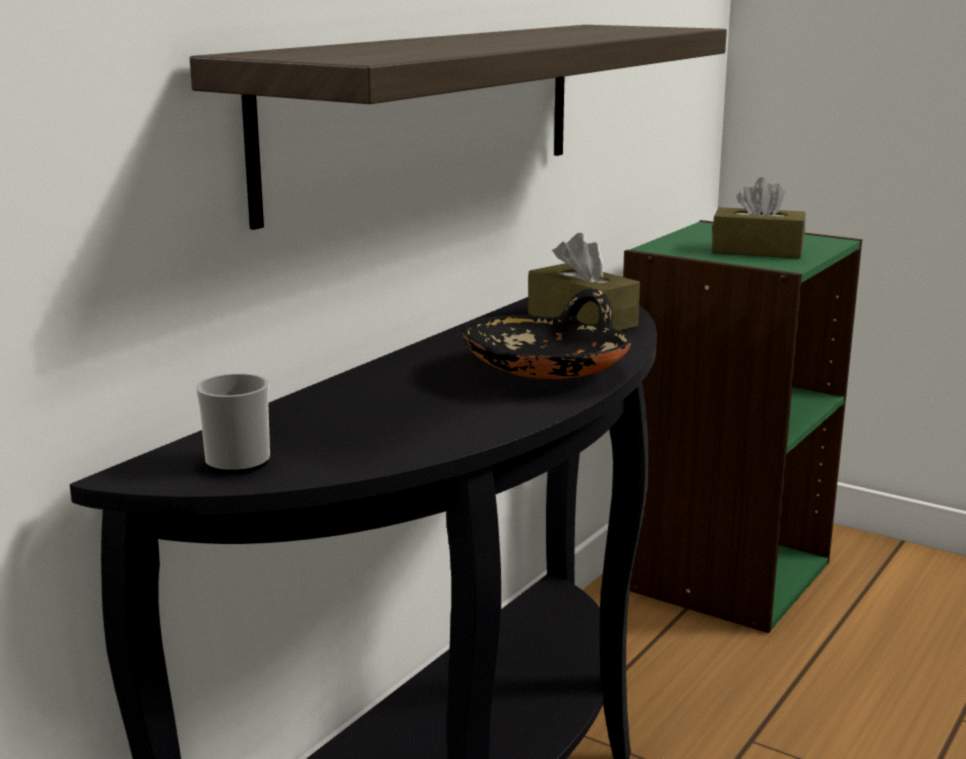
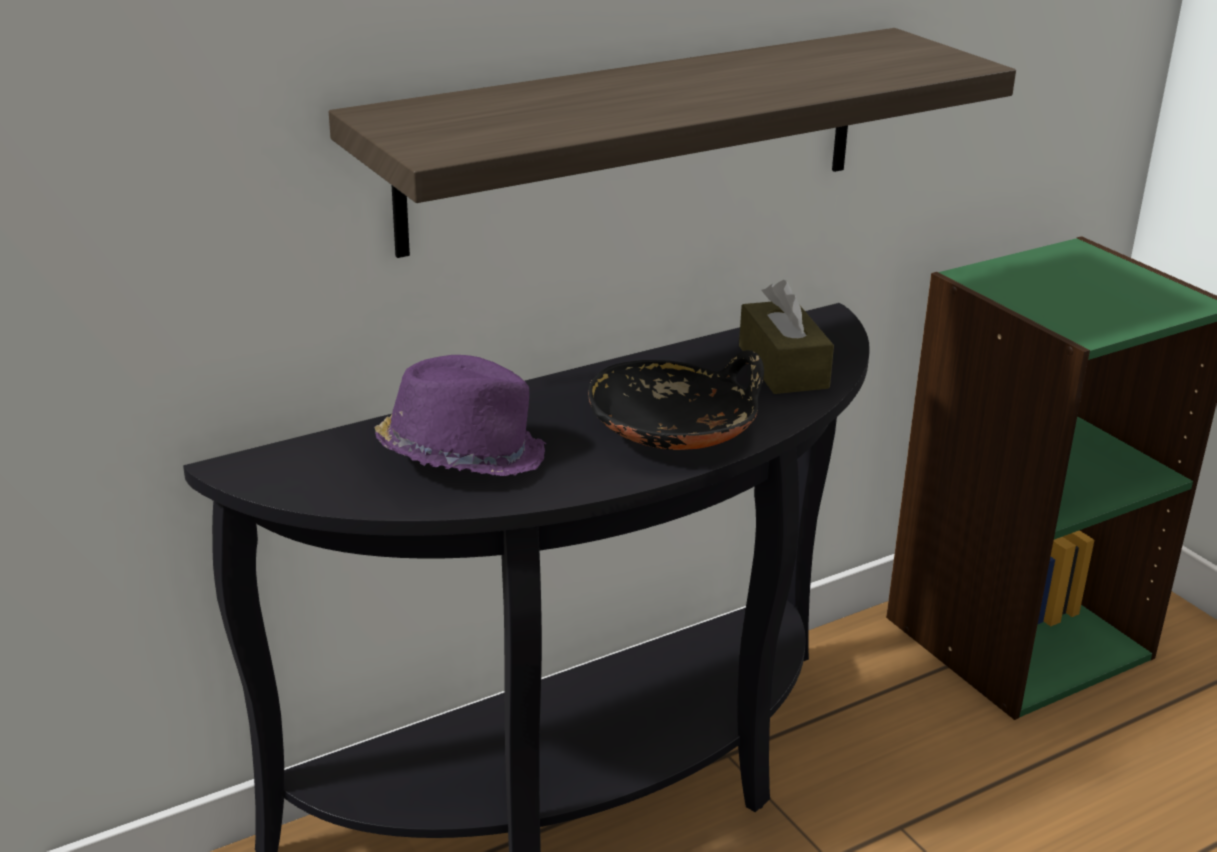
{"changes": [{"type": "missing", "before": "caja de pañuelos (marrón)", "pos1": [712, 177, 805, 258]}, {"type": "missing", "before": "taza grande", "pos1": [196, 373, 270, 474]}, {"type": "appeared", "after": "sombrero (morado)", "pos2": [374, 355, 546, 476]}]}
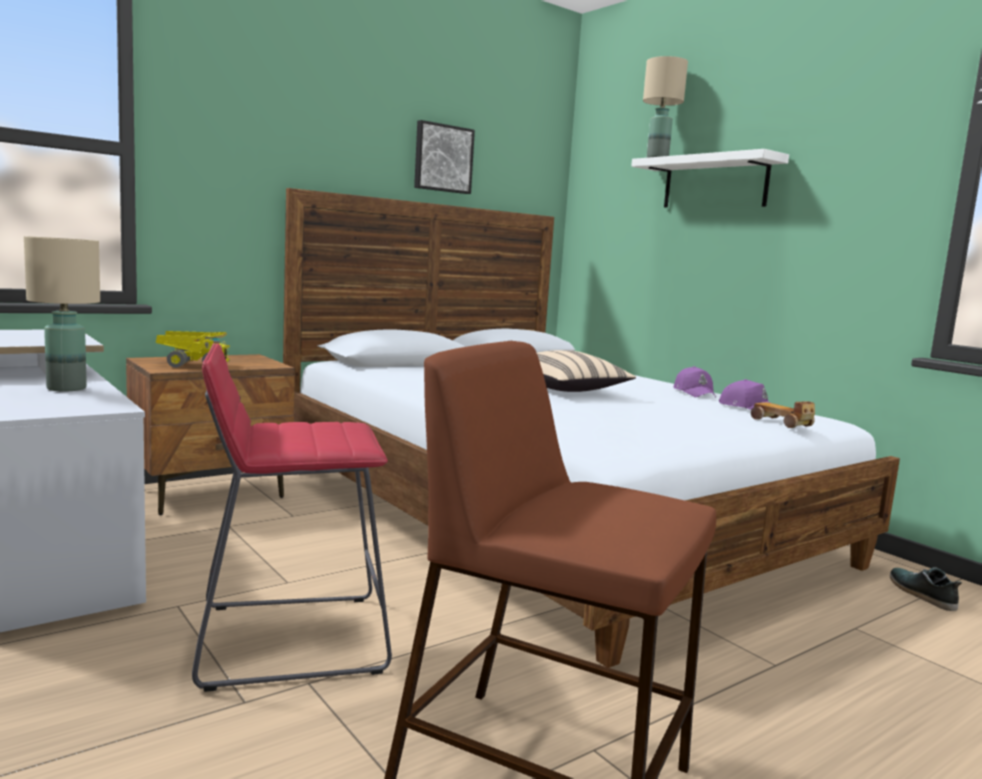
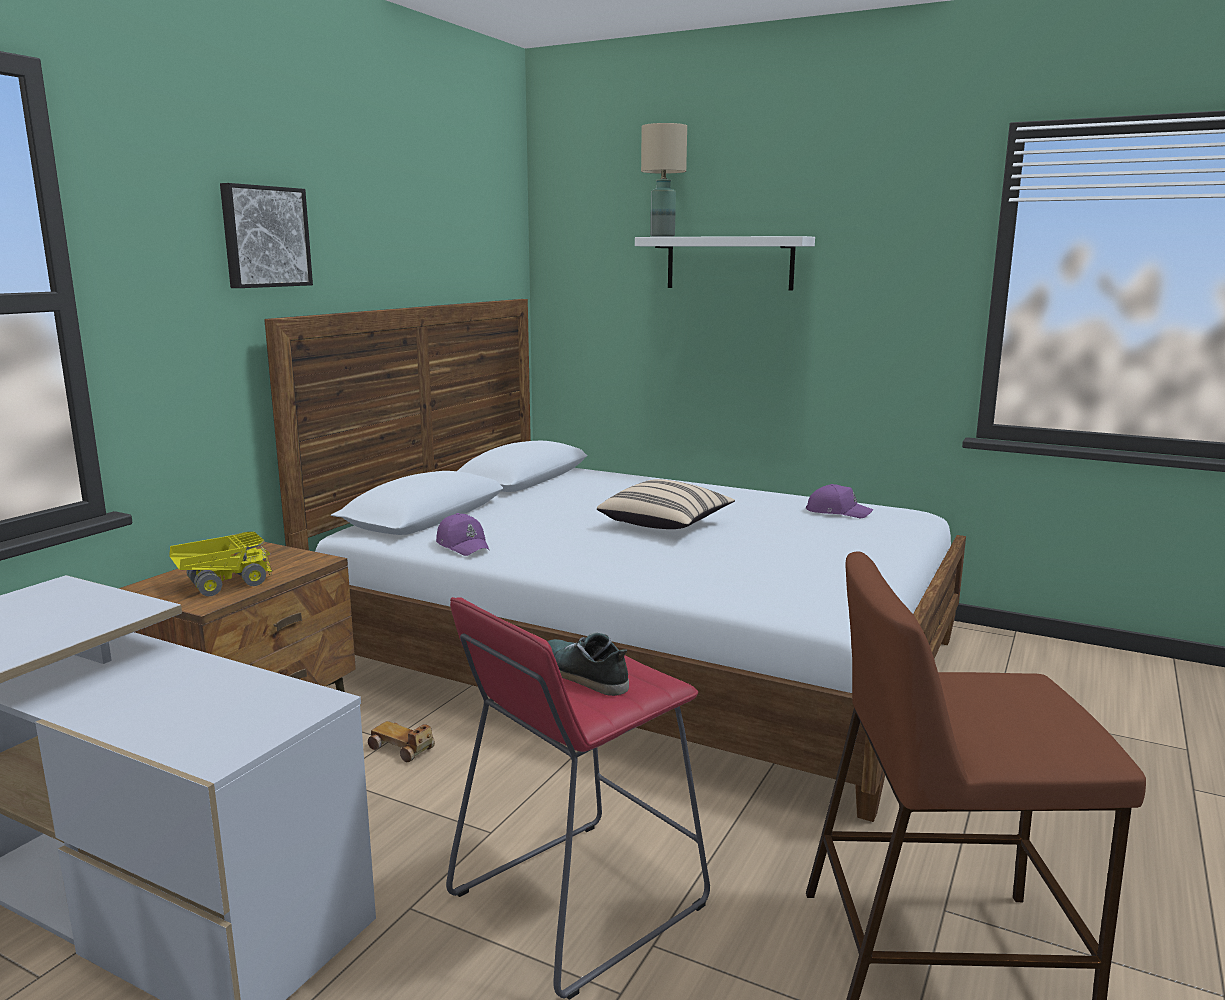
{"changes": [{"type": "relocated", "before": "cuadro", "pos1": [414, 120, 475, 194], "pos2": [220, 183, 313, 288]}, {"type": "missing", "before": "lámpara de mesa (beis)", "pos1": [24, 236, 100, 392]}, {"type": "relocated", "before": "gorra (morado)", "pos1": [673, 366, 716, 398], "pos2": [436, 513, 490, 556]}, {"type": "relocated", "before": "coche de juguete", "pos1": [751, 401, 815, 428], "pos2": [368, 721, 435, 762]}, {"type": "relocated", "before": "zapato", "pos1": [889, 567, 962, 611], "pos2": [547, 632, 629, 696]}]}
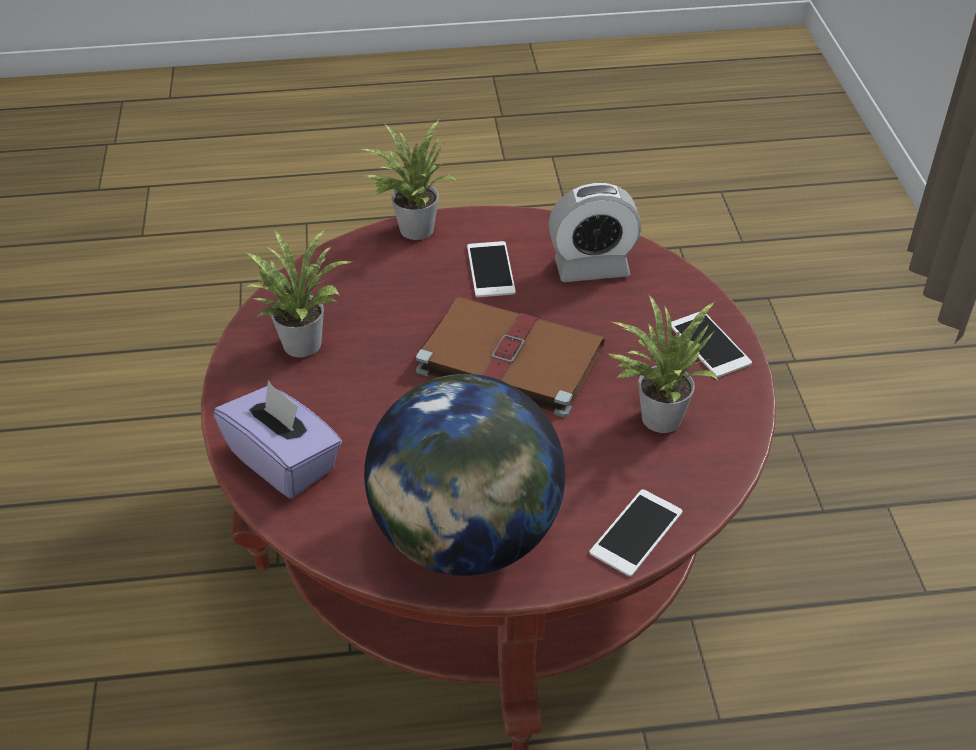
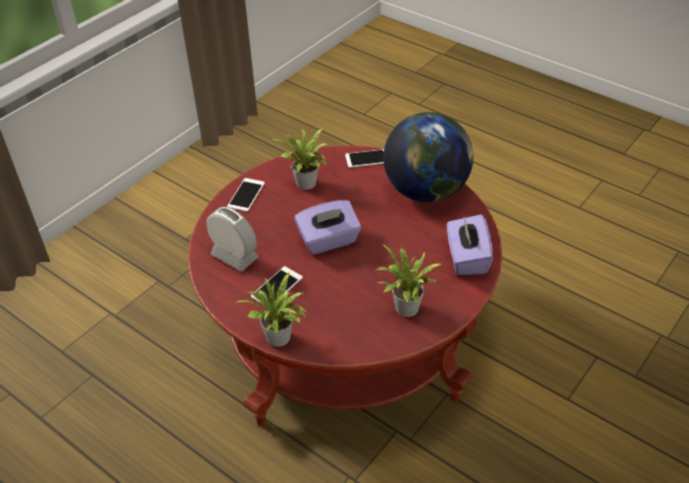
{"changes": [{"type": "exchanged", "before": "libro (marrón)", "after": "caja de pañuelos (morado)", "pos1": [411, 297, 605, 418], "pos2": [294, 200, 361, 255]}]}
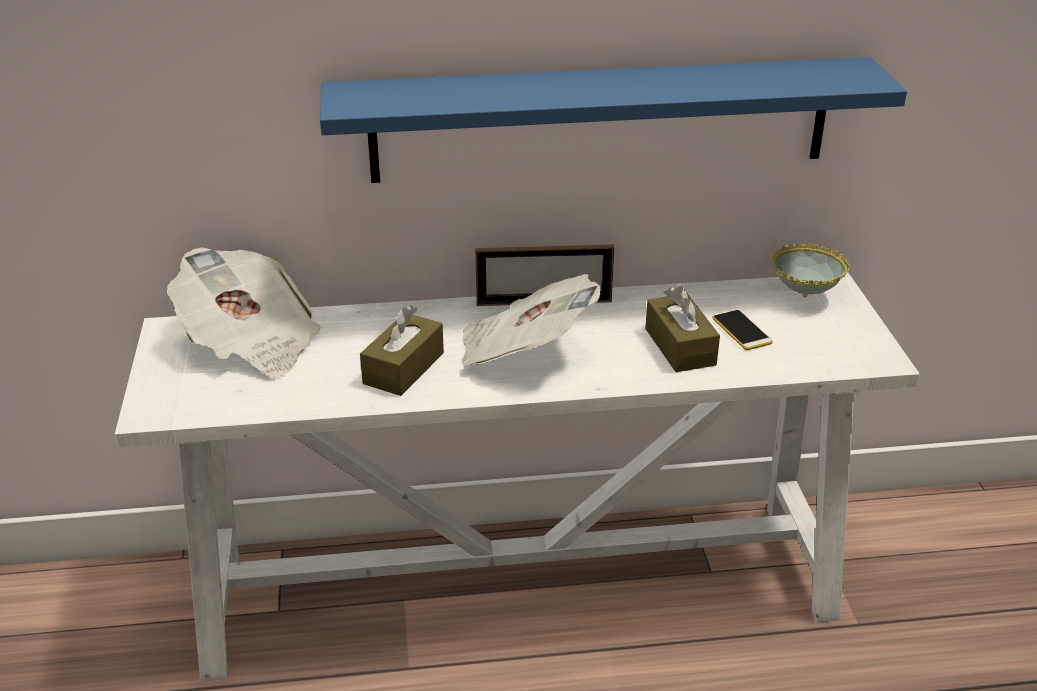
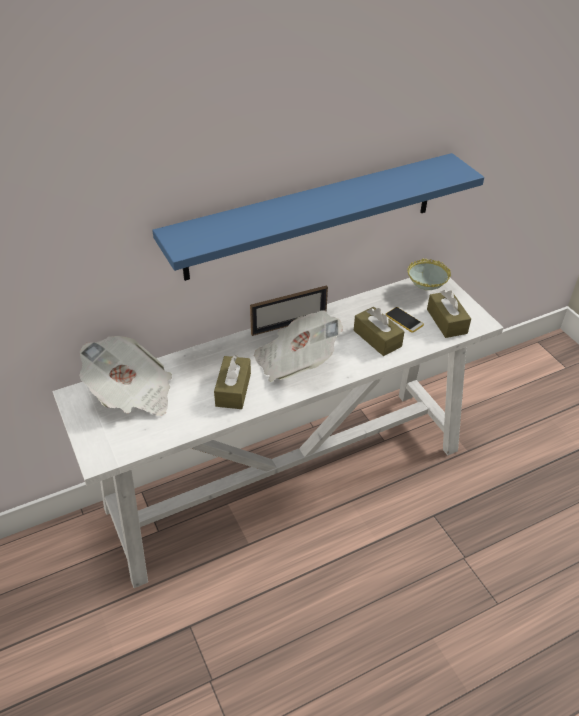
{"changes": [{"type": "appeared", "after": "caja de pañuelos (marrón)", "pos2": [427, 290, 471, 338]}]}
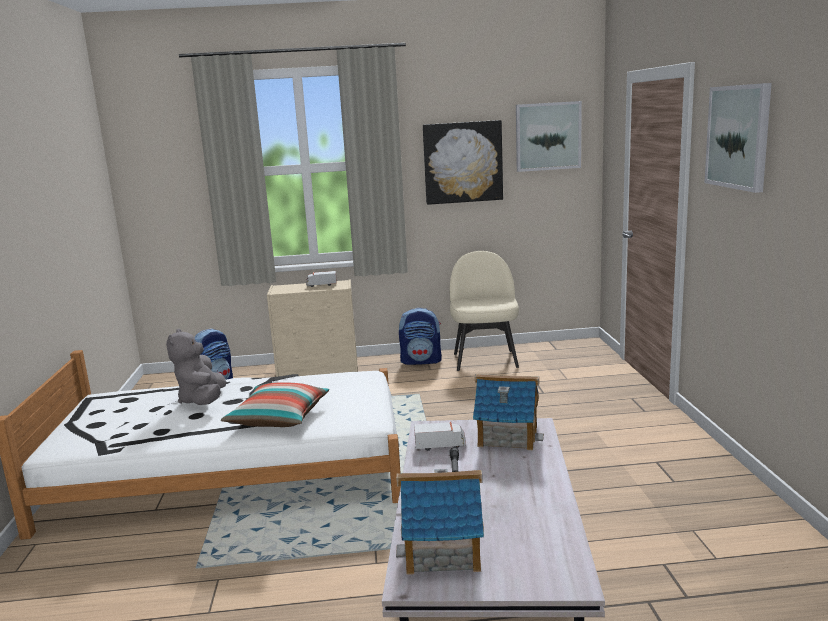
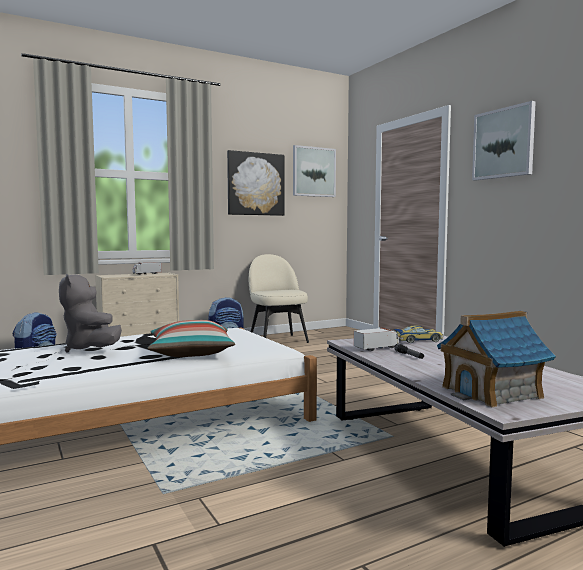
{"changes": [{"type": "exchanged", "before": "casita", "after": "coche de juguete", "pos1": [473, 374, 544, 450], "pos2": [394, 325, 444, 343]}]}
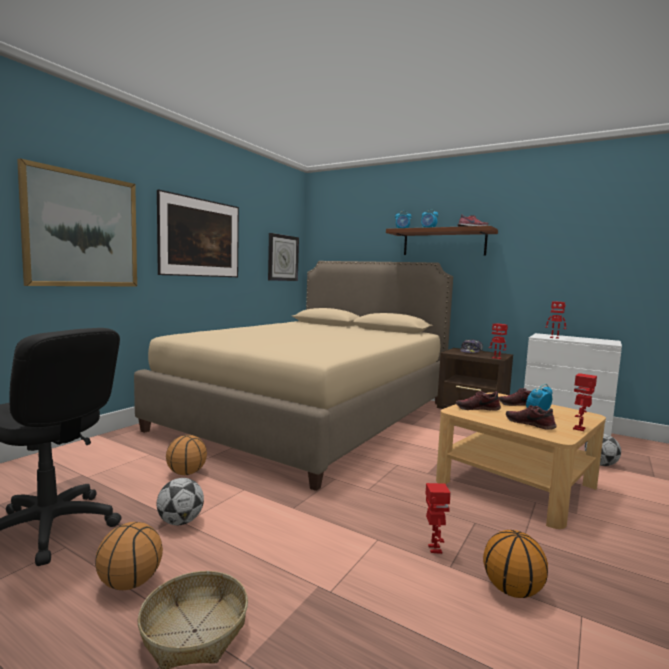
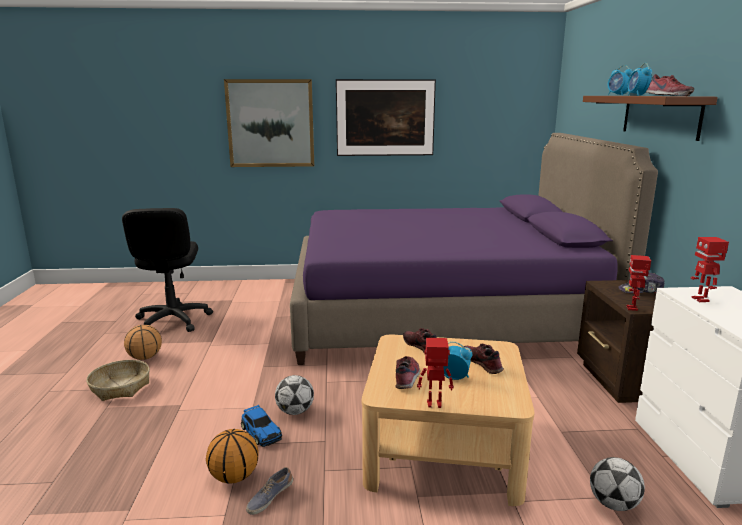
{"changes": [{"type": "missing", "before": "reloj de pared", "pos1": [268, 233, 299, 281]}, {"type": "colour", "before": "cama (beis)", "after": "cama (morado)", "pos1": [134, 261, 453, 491], "pos2": [290, 133, 658, 365]}, {"type": "missing", "before": "balón de baloncesto", "pos1": [166, 435, 207, 475]}, {"type": "relocated", "before": "balón de fútbol", "pos1": [157, 478, 204, 525], "pos2": [275, 375, 314, 415]}, {"type": "exchanged", "before": "robot de juguete", "after": "coche de juguete", "pos1": [425, 483, 451, 554], "pos2": [241, 405, 282, 447]}, {"type": "appeared", "after": "zapato", "pos2": [246, 467, 293, 515]}]}
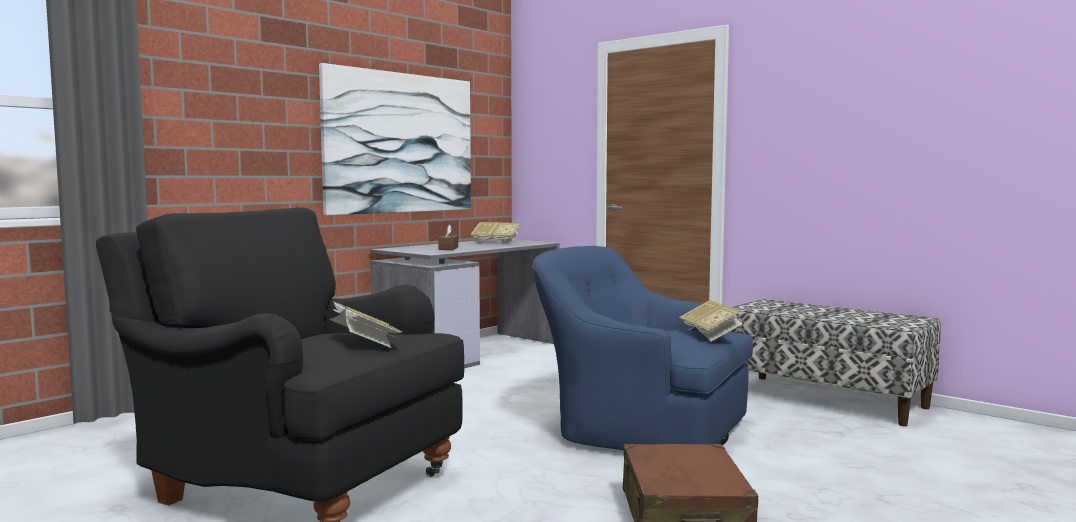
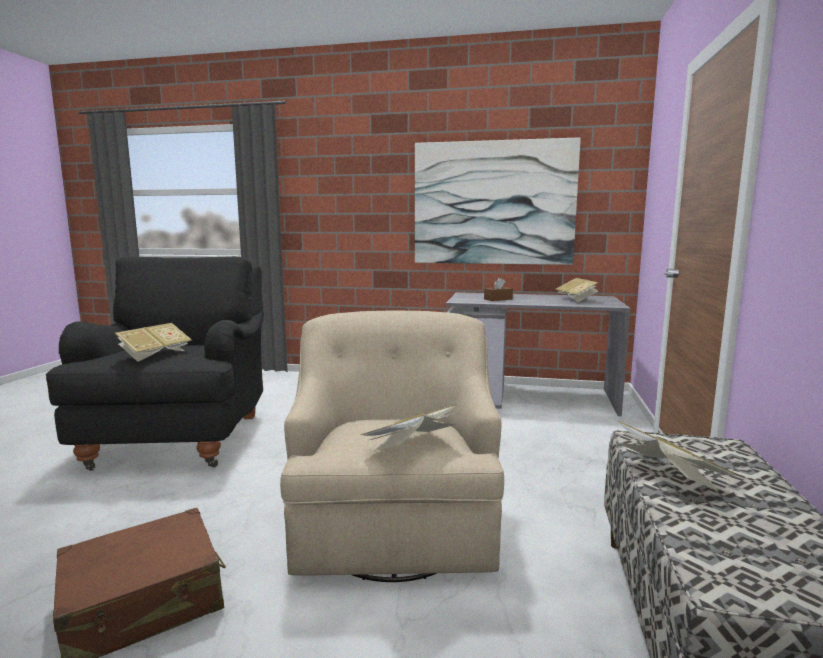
{"changes": [{"type": "colour", "before": "sillón (azul)", "after": "sillón (beis)", "pos1": [532, 246, 753, 450], "pos2": [280, 310, 504, 582]}, {"type": "appeared", "after": "libro", "pos2": [618, 421, 739, 492]}]}
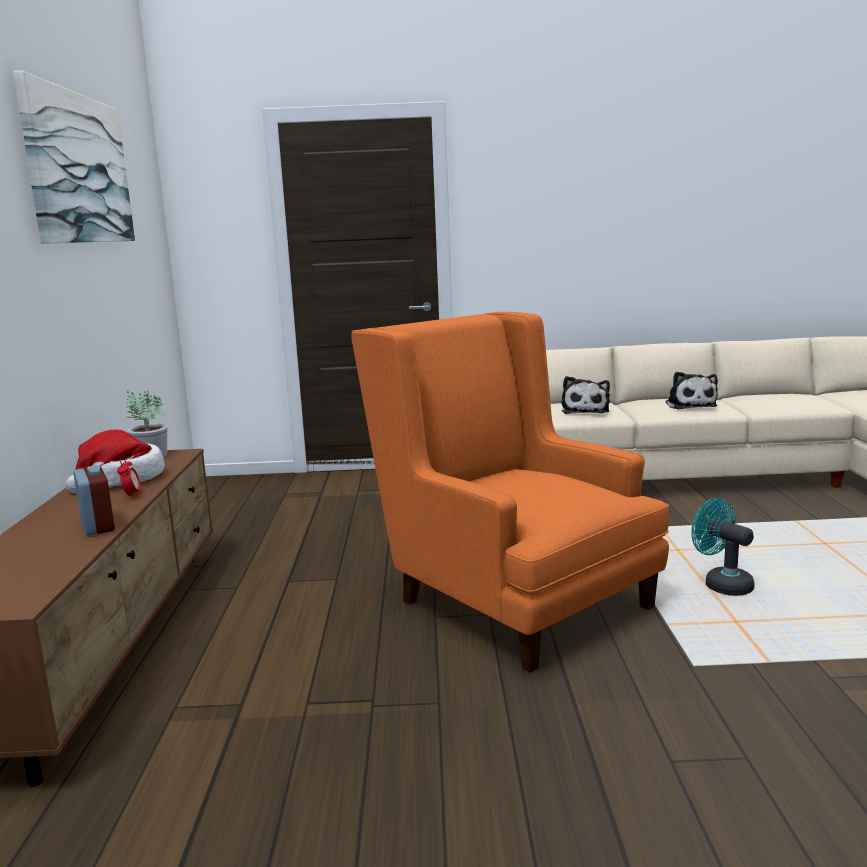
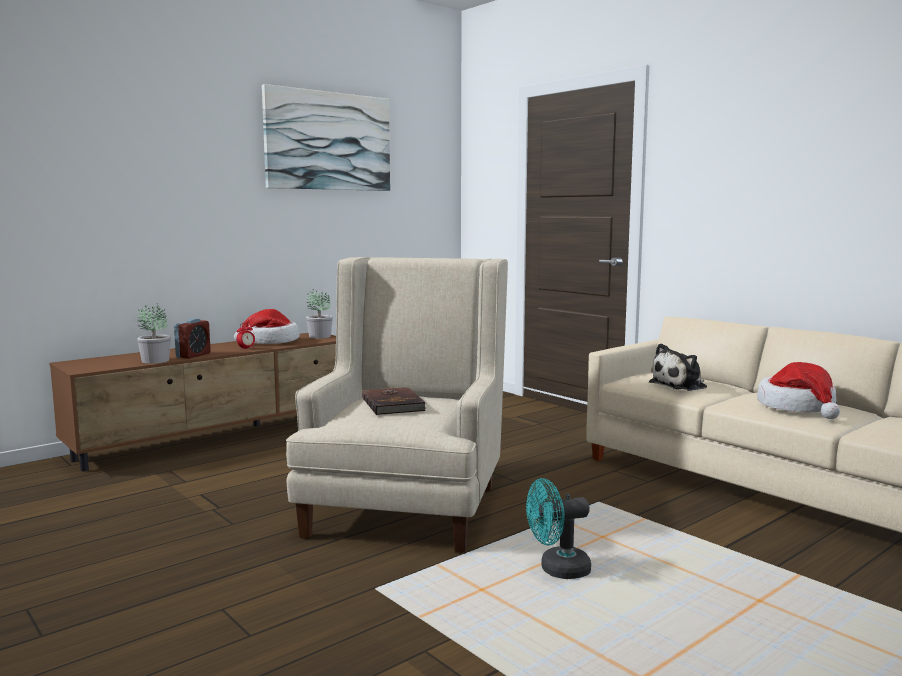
{"changes": [{"type": "colour", "before": "sillón (naranja)", "after": "sillón (beis)", "pos1": [351, 312, 669, 673], "pos2": [286, 257, 508, 553]}, {"type": "exchanged", "before": "peluche", "after": "sombrero", "pos1": [666, 371, 718, 409], "pos2": [757, 362, 840, 419]}, {"type": "spun", "before": "ventilador (turquesa)", "pos1": [691, 498, 755, 596], "pos2": [526, 478, 591, 579], "turn": -120}, {"type": "appeared", "after": "planta en maceta", "pos2": [137, 303, 171, 364]}, {"type": "appeared", "after": "libro (marrón)", "pos2": [362, 387, 426, 415]}]}
